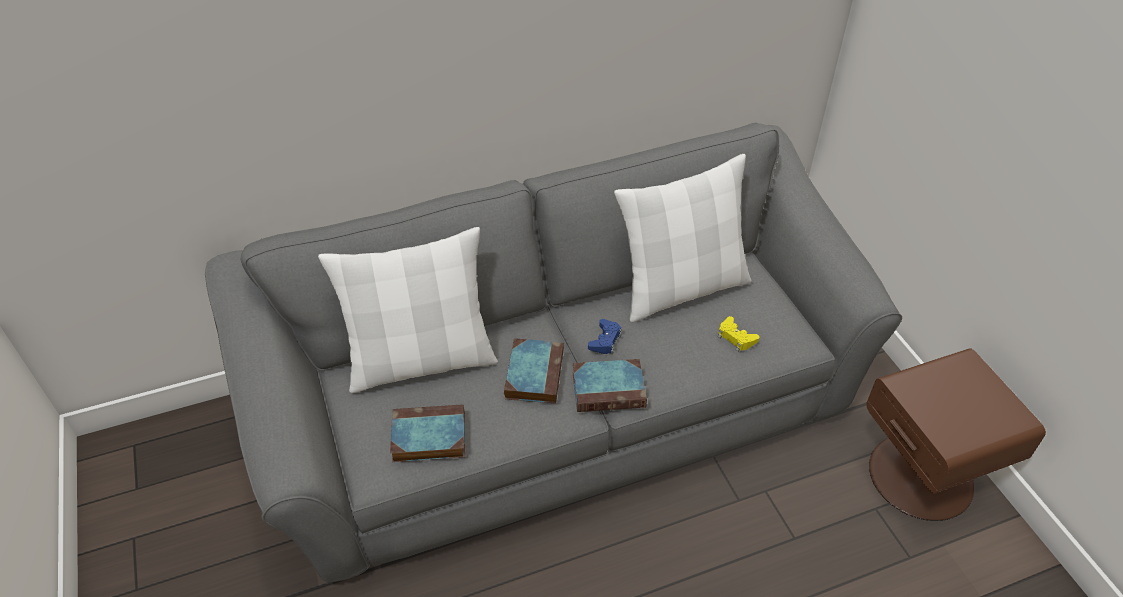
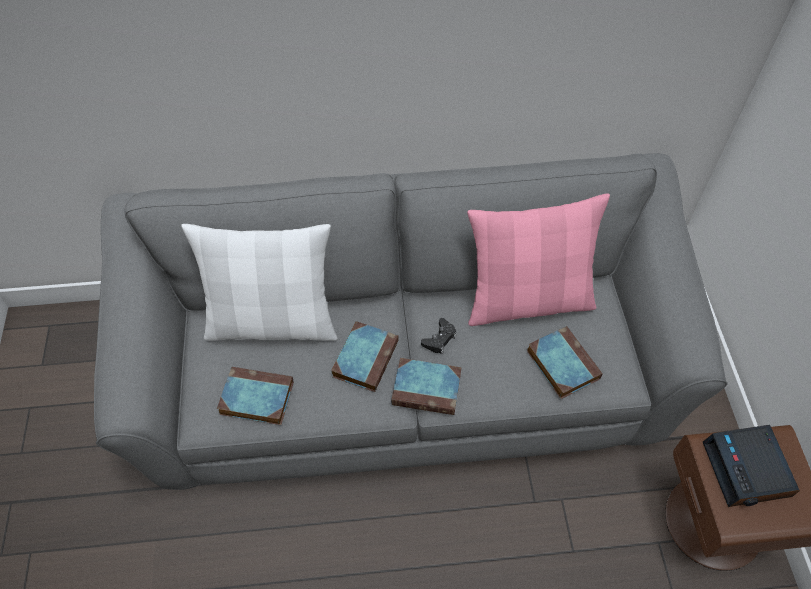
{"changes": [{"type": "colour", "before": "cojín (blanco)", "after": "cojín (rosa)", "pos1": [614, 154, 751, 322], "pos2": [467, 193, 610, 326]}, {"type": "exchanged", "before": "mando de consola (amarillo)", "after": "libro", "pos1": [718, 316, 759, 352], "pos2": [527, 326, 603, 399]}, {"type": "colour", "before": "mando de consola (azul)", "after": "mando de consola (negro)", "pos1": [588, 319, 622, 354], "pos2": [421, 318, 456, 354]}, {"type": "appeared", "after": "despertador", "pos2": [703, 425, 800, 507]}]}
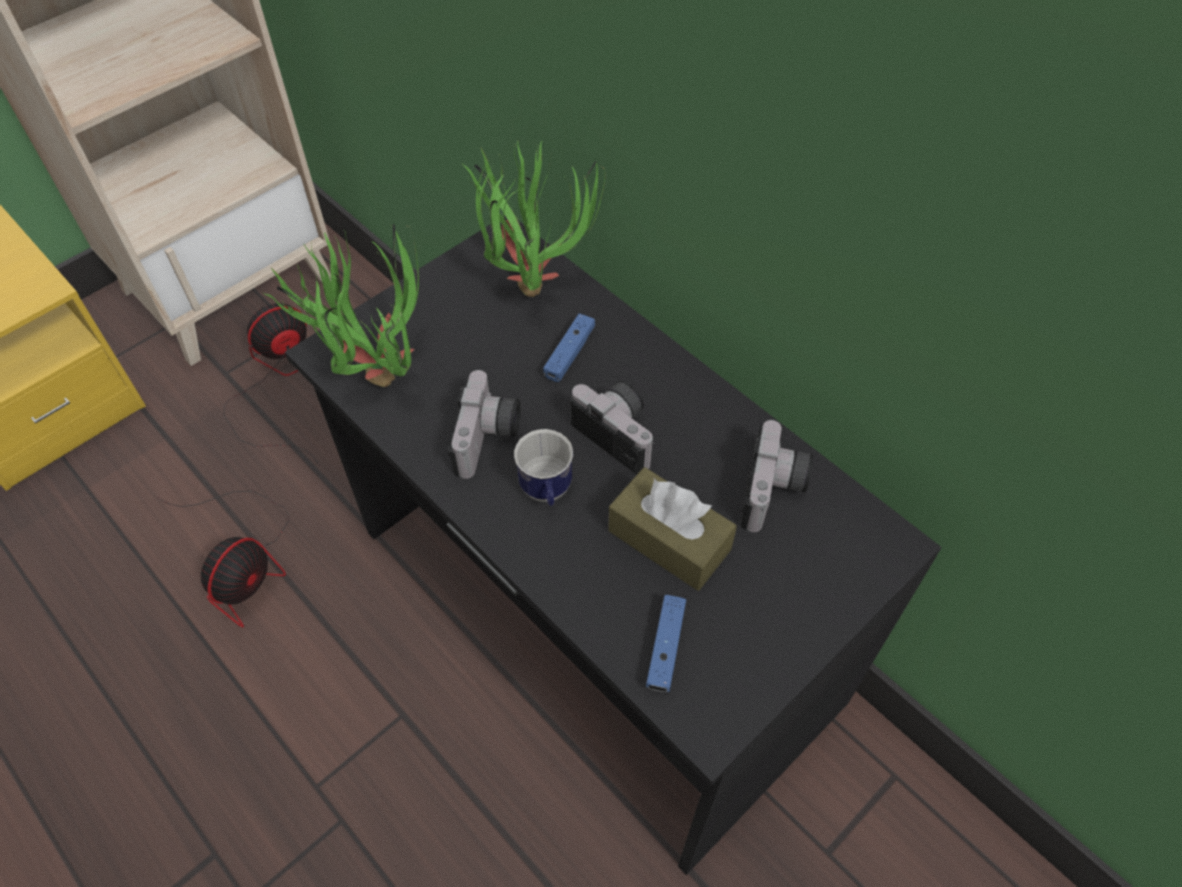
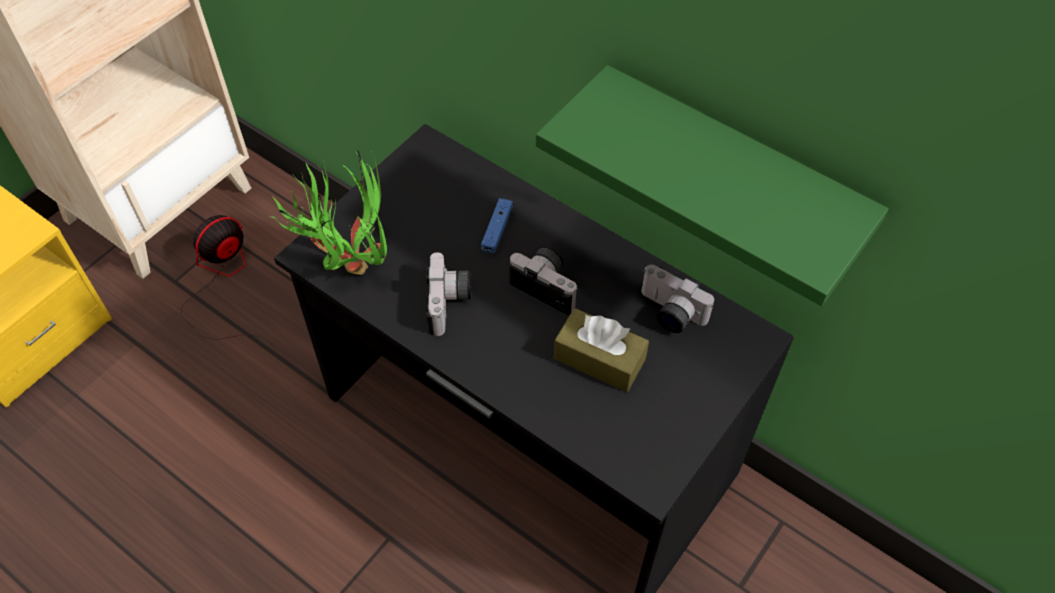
{"changes": [{"type": "missing", "before": "planta en maceta", "pos1": [462, 139, 605, 297]}, {"type": "spun", "before": "cámara", "pos1": [740, 420, 813, 532], "pos2": [641, 264, 714, 333], "turn": 120}, {"type": "missing", "before": "taza grande", "pos1": [514, 429, 573, 506]}, {"type": "missing", "before": "ventilador", "pos1": [157, 491, 289, 627]}, {"type": "missing", "before": "mando de consola (azul)", "pos1": [646, 595, 686, 692]}, {"type": "appeared", "after": "estante (verde)", "pos2": [536, 65, 888, 306]}]}
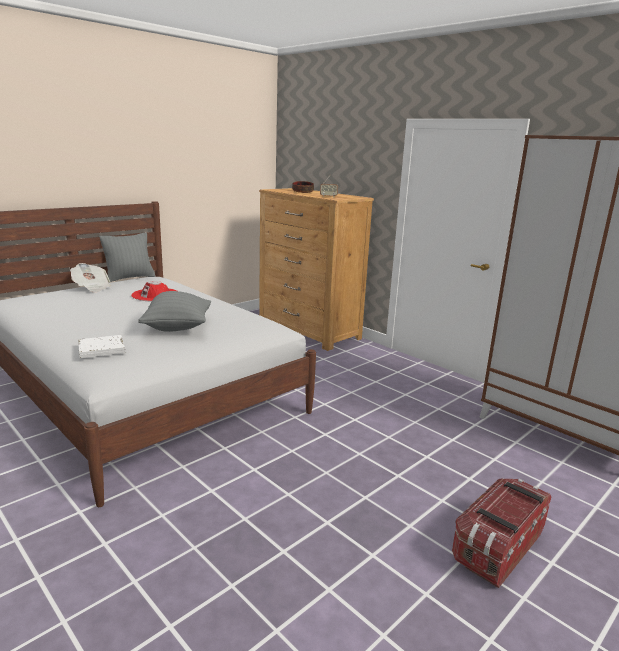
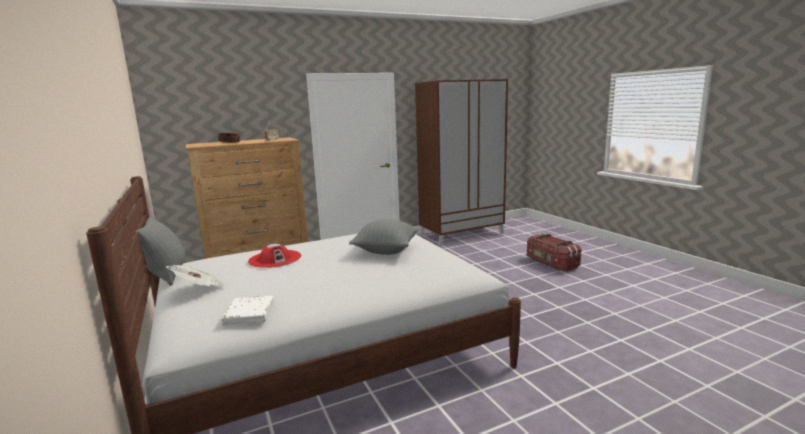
{"changes": [{"type": "relocated", "before": "libro (blanco)", "pos1": [78, 335, 125, 358], "pos2": [222, 296, 274, 325]}]}
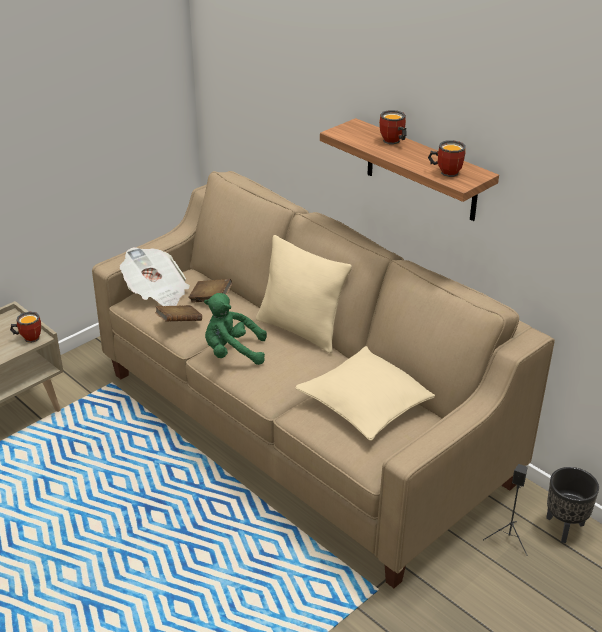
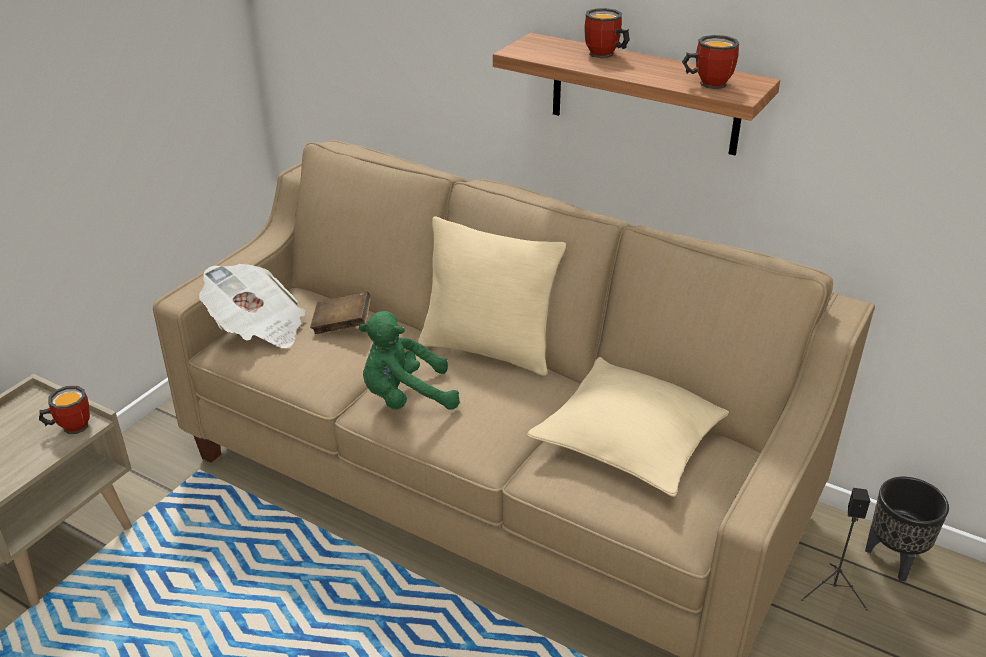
{"changes": [{"type": "missing", "before": "libro (marrón)", "pos1": [155, 305, 202, 322]}]}
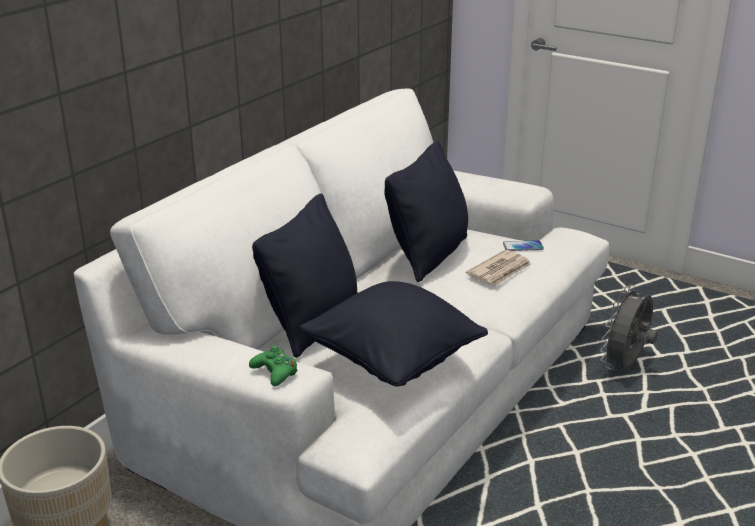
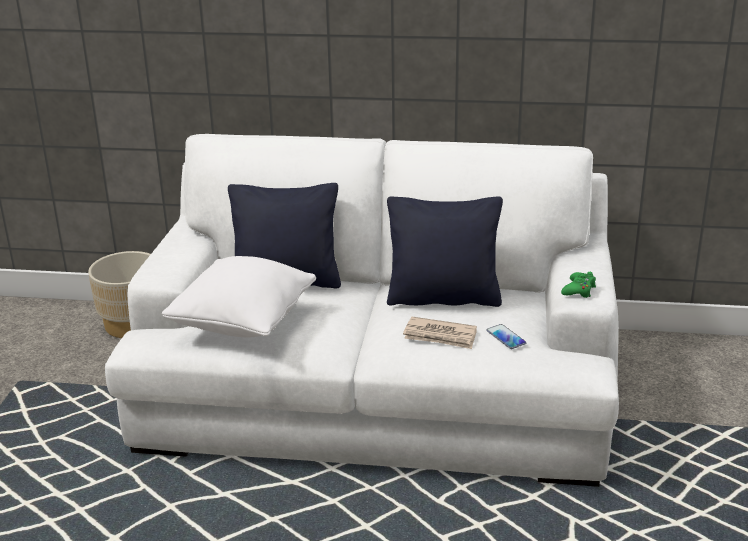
{"changes": [{"type": "colour", "before": "cojín (negro)", "after": "cojín (blanco)", "pos1": [300, 281, 488, 386], "pos2": [162, 256, 316, 337]}, {"type": "missing", "before": "ventilador (gris)", "pos1": [600, 285, 657, 369]}, {"type": "relocated", "before": "mando de consola (verde)", "pos1": [249, 345, 298, 386], "pos2": [561, 272, 596, 298]}]}
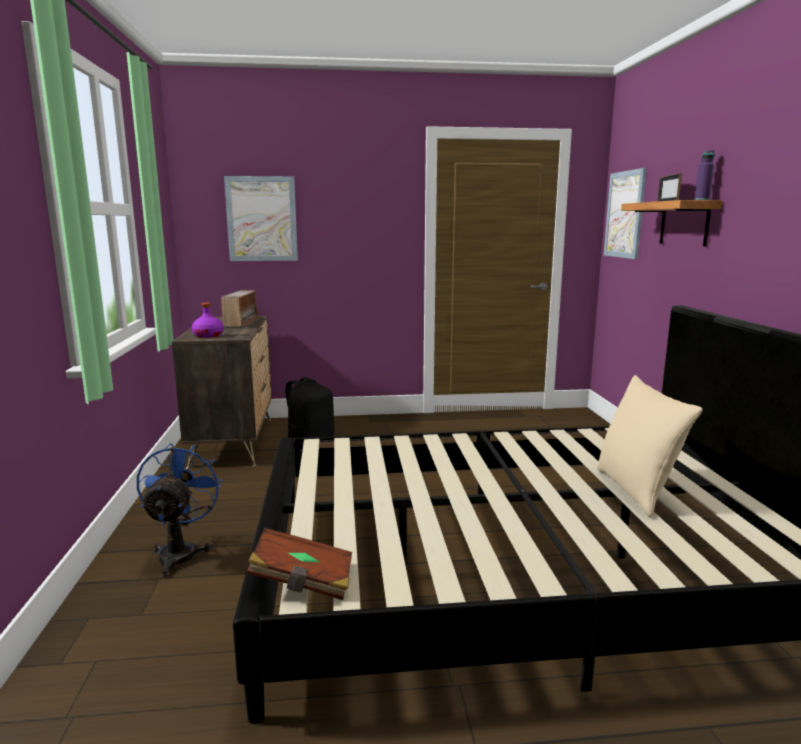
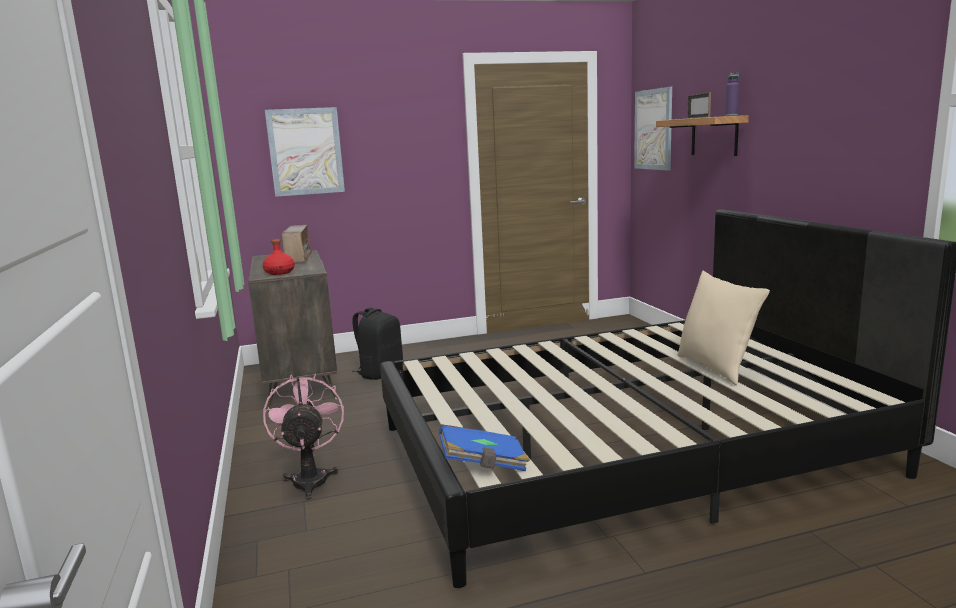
{"changes": [{"type": "colour", "before": "botella (morado)", "after": "botella (rojo)", "pos1": [192, 303, 224, 338], "pos2": [263, 239, 295, 275]}, {"type": "colour", "before": "ventilador (azul)", "after": "ventilador (rosa)", "pos1": [137, 443, 223, 577], "pos2": [263, 374, 344, 500]}, {"type": "colour", "before": "libro (marrón)", "after": "libro (azul)", "pos1": [246, 528, 352, 600], "pos2": [439, 424, 530, 471]}]}
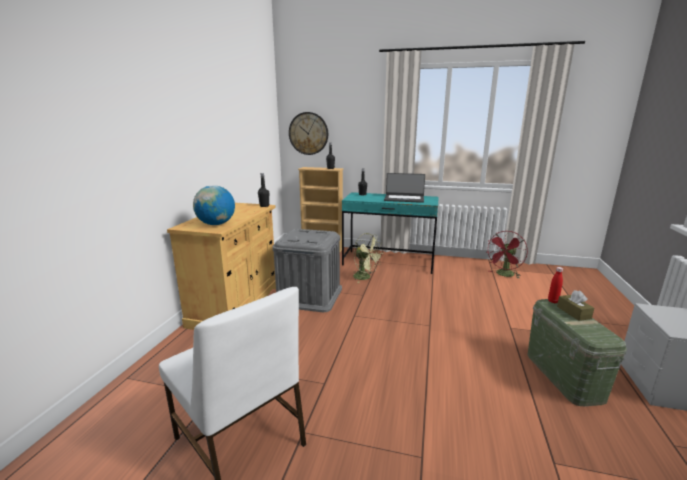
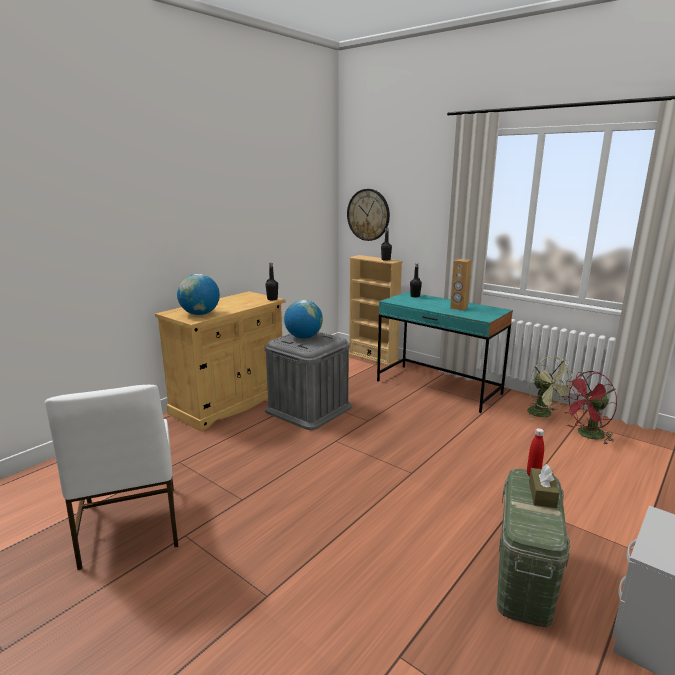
{"changes": [{"type": "exchanged", "before": "portátil", "after": "altavoz (marrón)", "pos1": [384, 173, 425, 203], "pos2": [450, 259, 471, 311]}, {"type": "relocated", "before": "ventilador (verde)", "pos1": [353, 233, 383, 283], "pos2": [527, 356, 576, 420]}, {"type": "appeared", "after": "globo terráqueo", "pos2": [284, 300, 323, 339]}]}
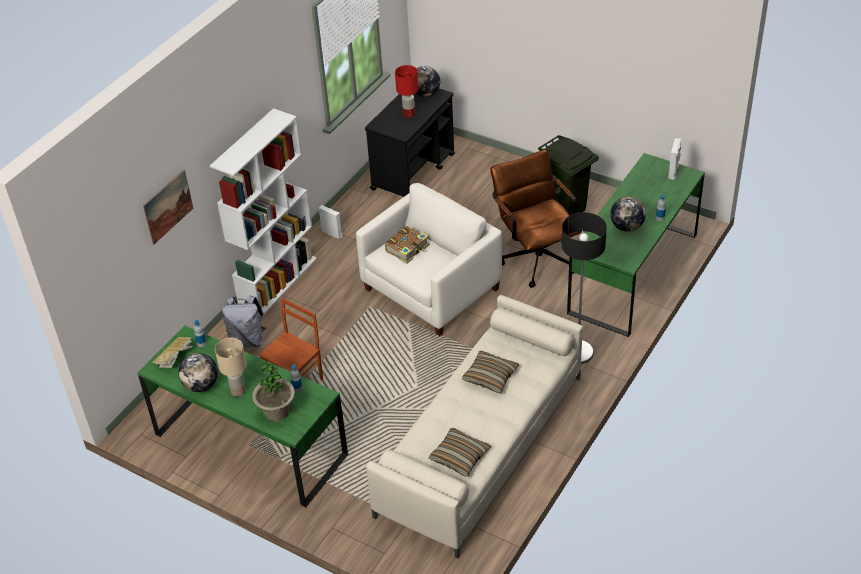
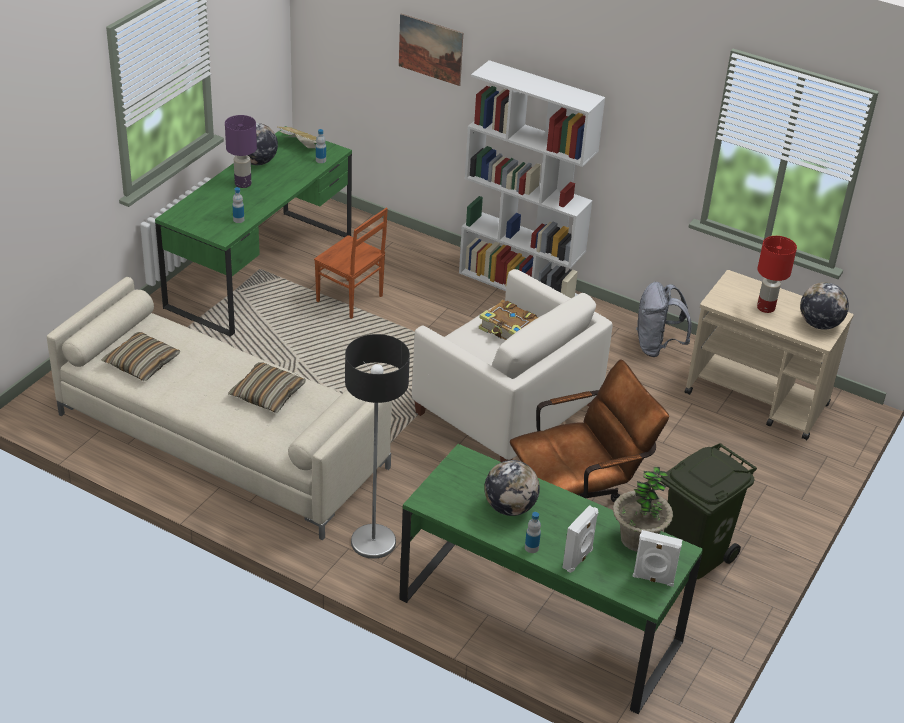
{"changes": [{"type": "colour", "before": "carrito (negro)", "after": "carrito (beis)", "pos1": [365, 88, 455, 197], "pos2": [685, 270, 854, 440]}, {"type": "relocated", "before": "altavoz (blanco)", "pos1": [319, 205, 343, 239], "pos2": [563, 505, 598, 573]}, {"type": "relocated", "before": "mochila (gris)", "pos1": [222, 295, 266, 347], "pos2": [636, 282, 692, 357]}, {"type": "colour", "before": "lámpara de mesa (beis)", "after": "lámpara de mesa (morado)", "pos1": [215, 338, 247, 397], "pos2": [225, 115, 257, 188]}, {"type": "relocated", "before": "planta en maceta", "pos1": [252, 361, 295, 422], "pos2": [613, 467, 673, 551]}]}
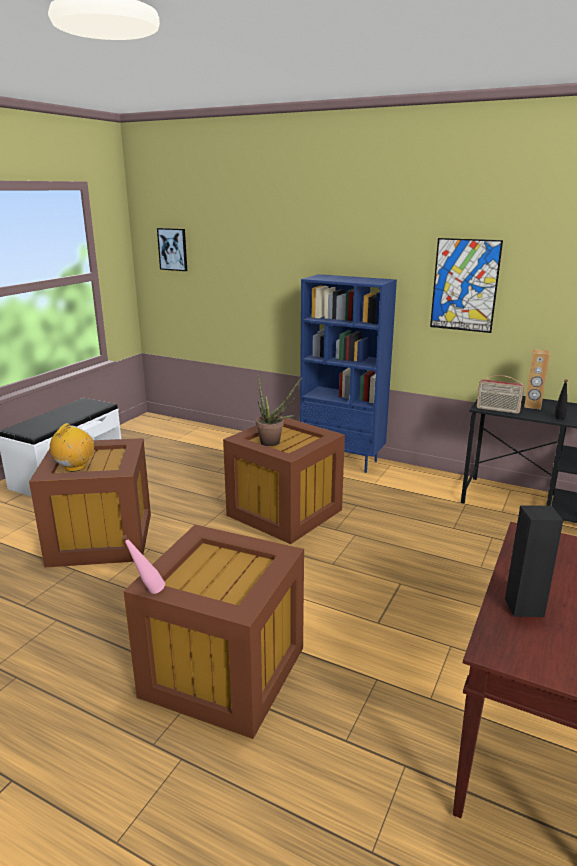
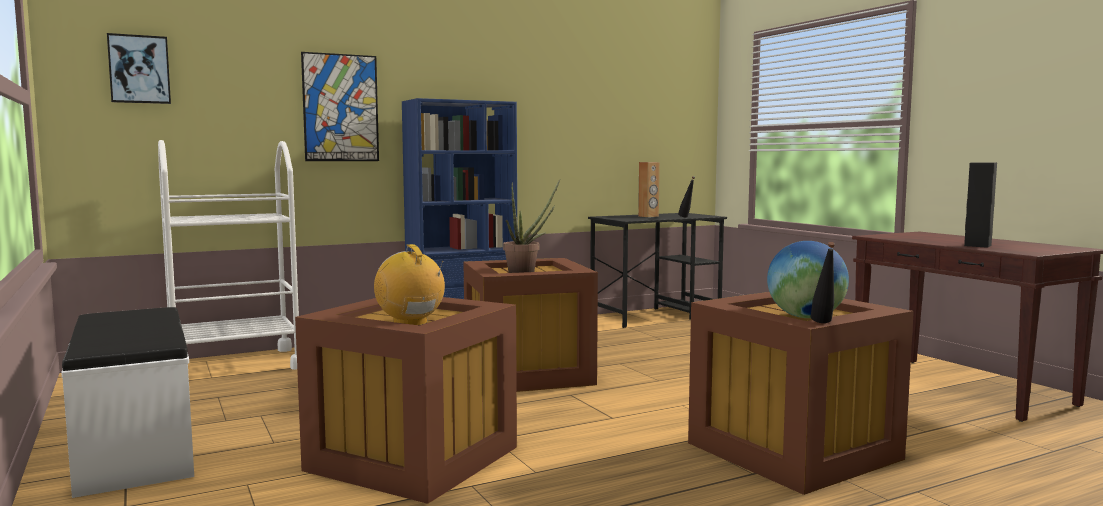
{"changes": [{"type": "relocated", "before": "cuadro", "pos1": [430, 238, 503, 333], "pos2": [301, 52, 379, 161]}, {"type": "missing", "before": "radio", "pos1": [477, 375, 524, 414]}, {"type": "colour", "before": "botella (rosa)", "after": "botella (negro)", "pos1": [122, 535, 165, 594], "pos2": [811, 242, 835, 323]}, {"type": "appeared", "after": "carrito (blanco)", "pos2": [158, 140, 299, 370]}, {"type": "appeared", "after": "globo terráqueo", "pos2": [767, 241, 849, 318]}]}
